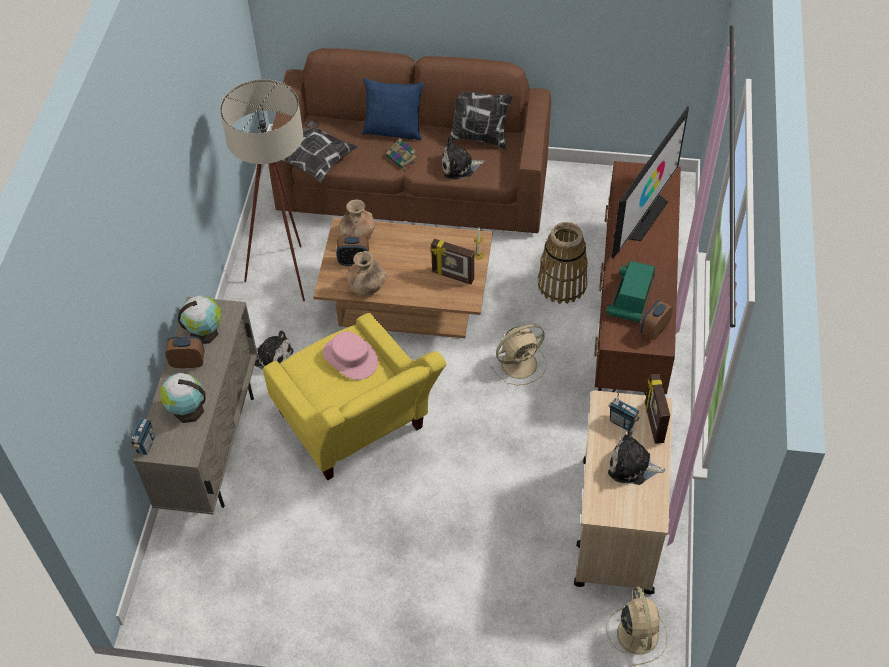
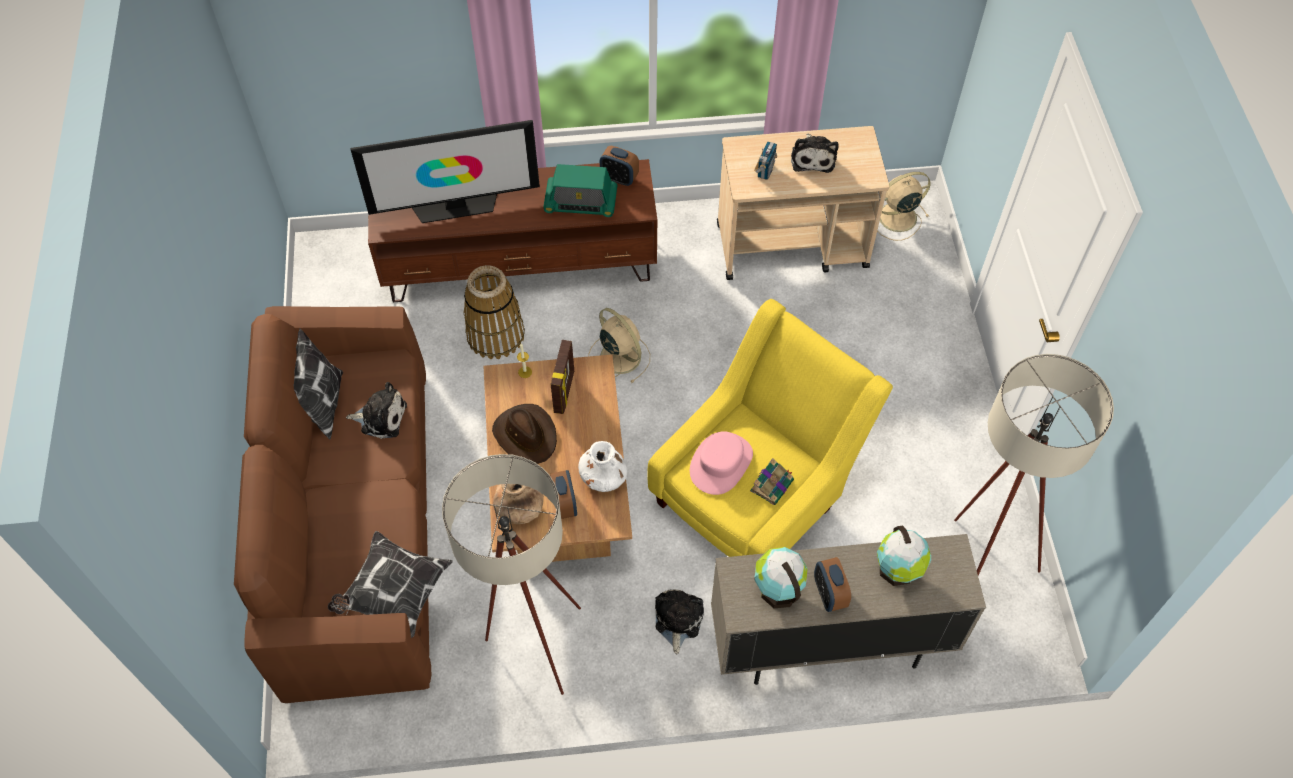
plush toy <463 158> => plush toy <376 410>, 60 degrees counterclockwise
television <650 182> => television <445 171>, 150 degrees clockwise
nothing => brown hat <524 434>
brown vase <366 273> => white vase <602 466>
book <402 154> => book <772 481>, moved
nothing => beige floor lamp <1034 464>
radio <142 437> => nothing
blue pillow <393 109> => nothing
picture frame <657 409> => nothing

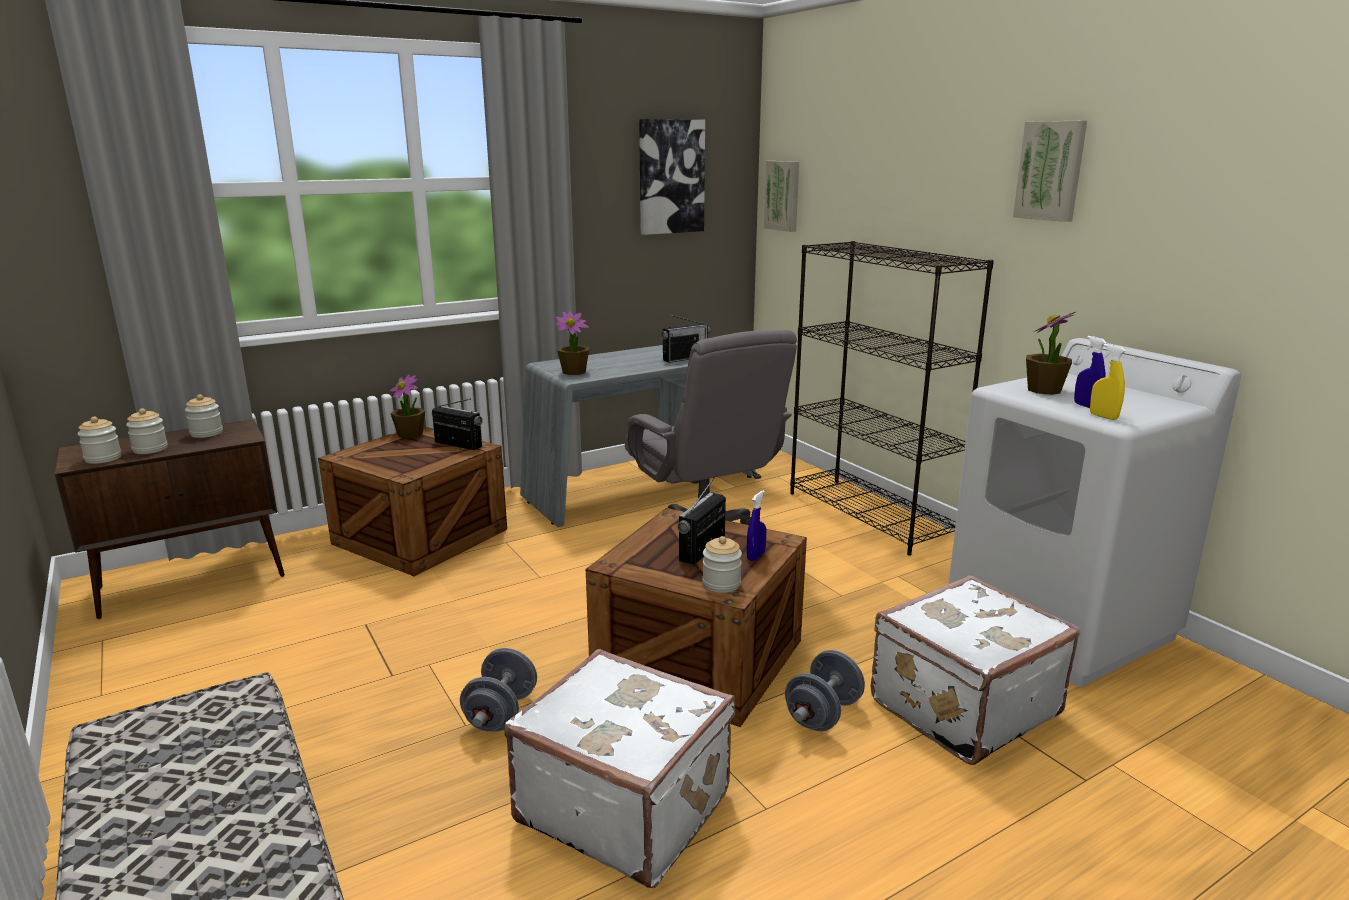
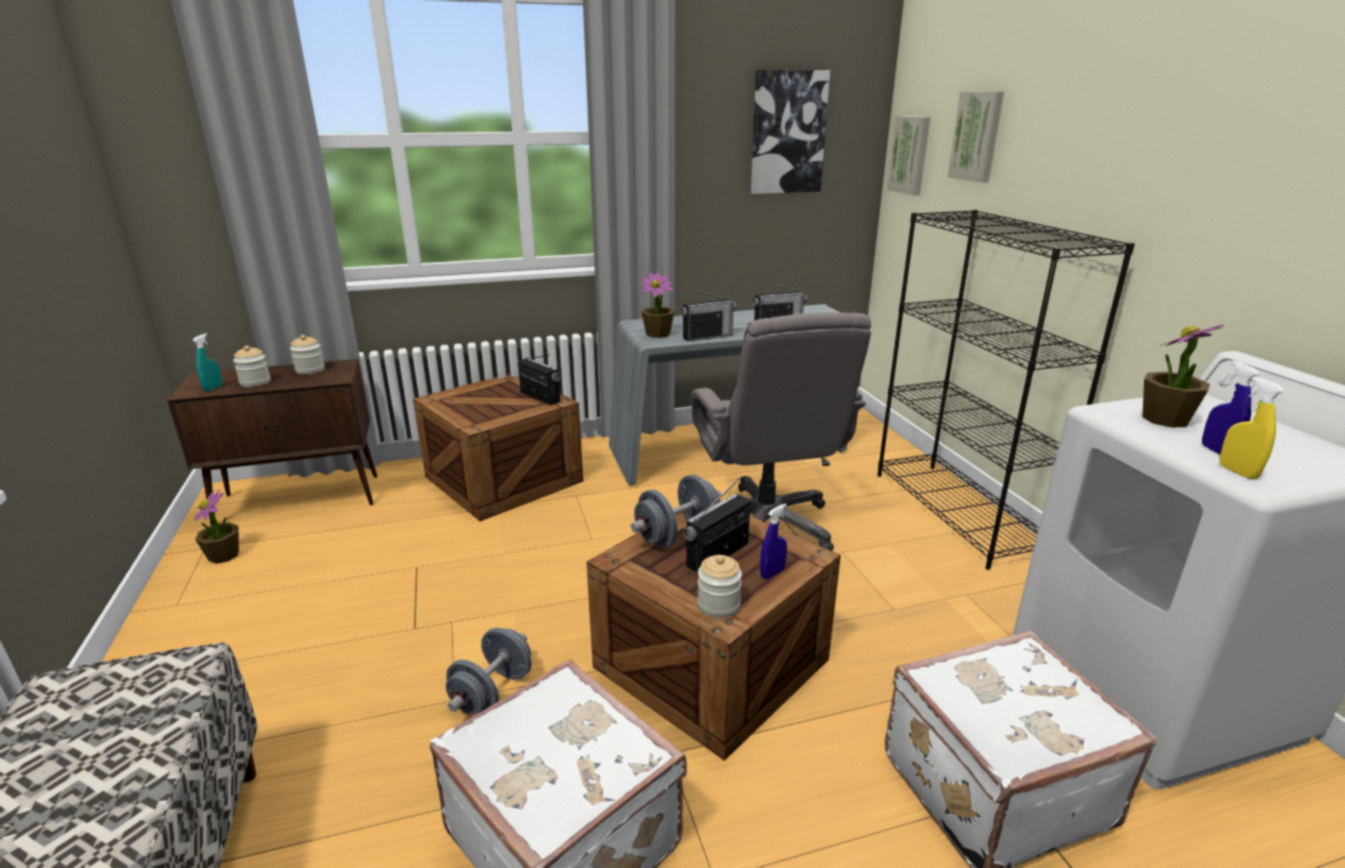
jar <99 440> => turquoise spray bottle <207 362>
potted plant <407 406> => potted plant <216 527>, moved
grey dumbbell <825 690> => grey dumbbell <676 511>, moved
nothing => radio <708 315>
picture <1050 171> => picture <976 137>, moved

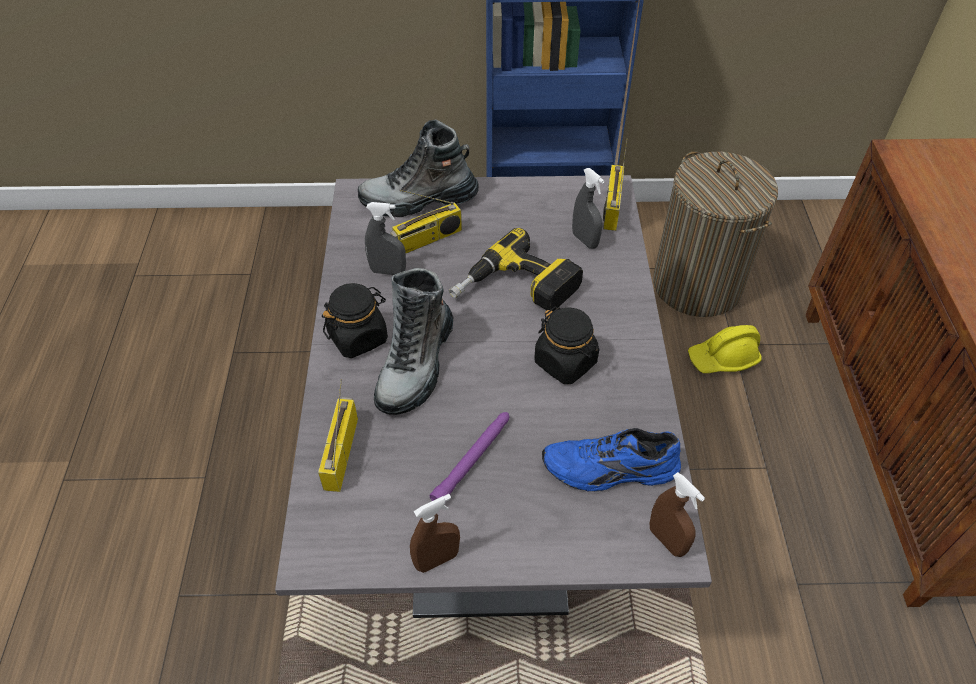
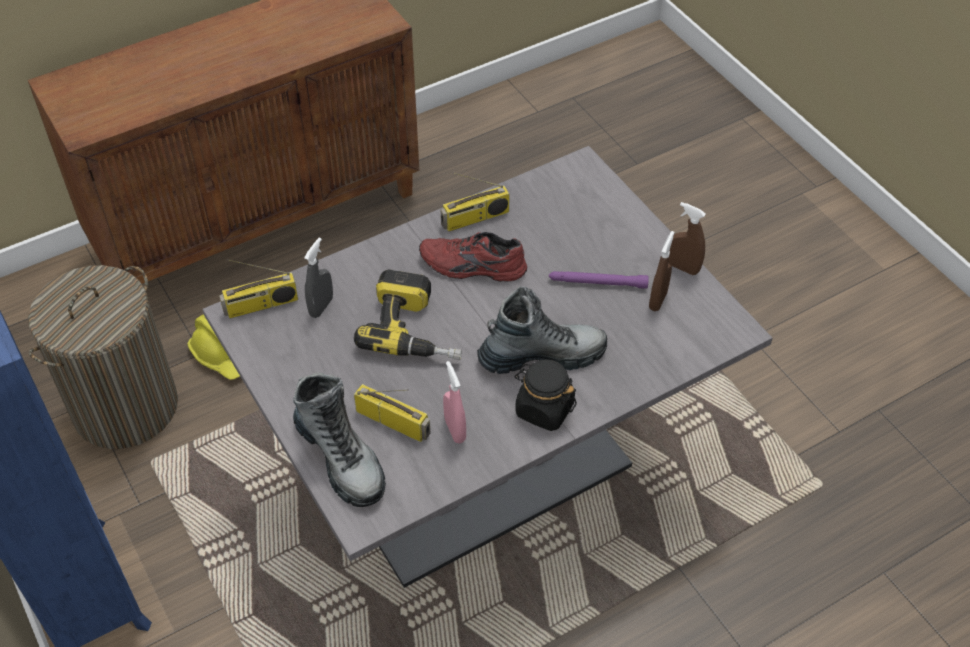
black jar <567 345> => red shoe <473 257>
radio <338 435> => radio <475 202>, moved
grey spray bottle <385 238> => pink spray bottle <454 402>
brown spray bottle <677 514> => brown spray bottle <662 271>, moved
blue shoe <611 460> => nothing

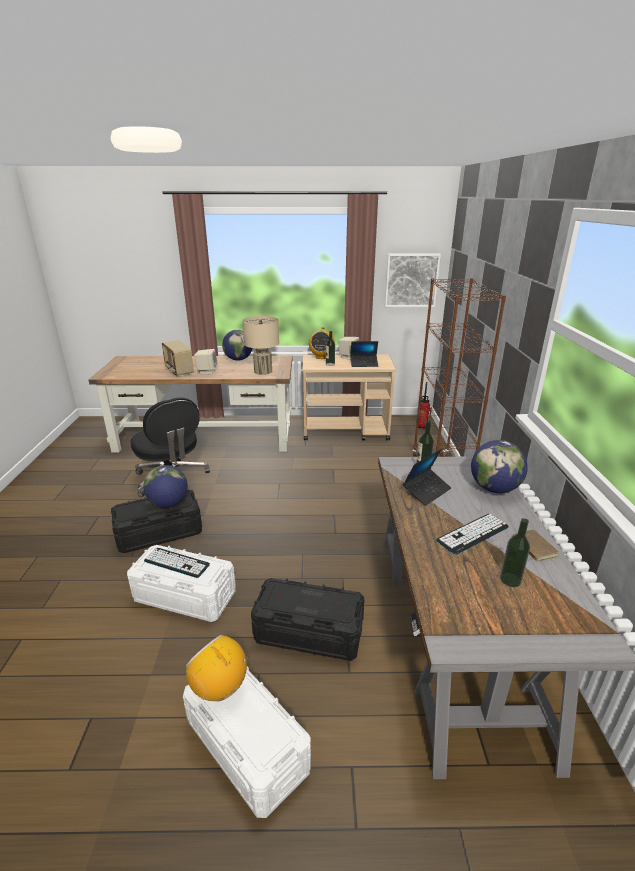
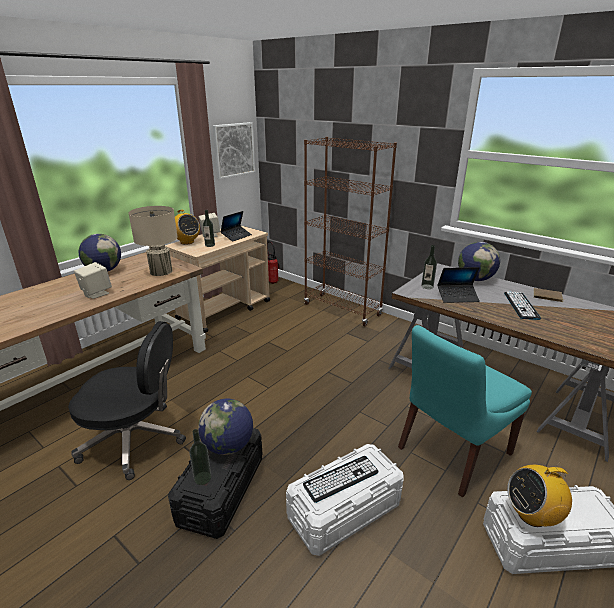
bottle <515 552> => bottle <200 457>, moved
black storage box <308 619> => turquoise chair <465 411>
laptop <427 477> => laptop <458 285>, 90 degrees clockwise
radio <178 358> => nothing

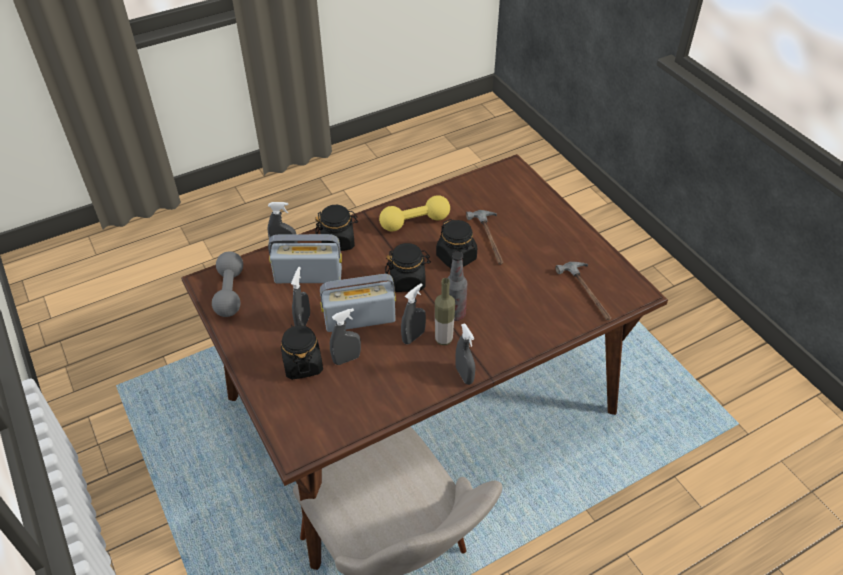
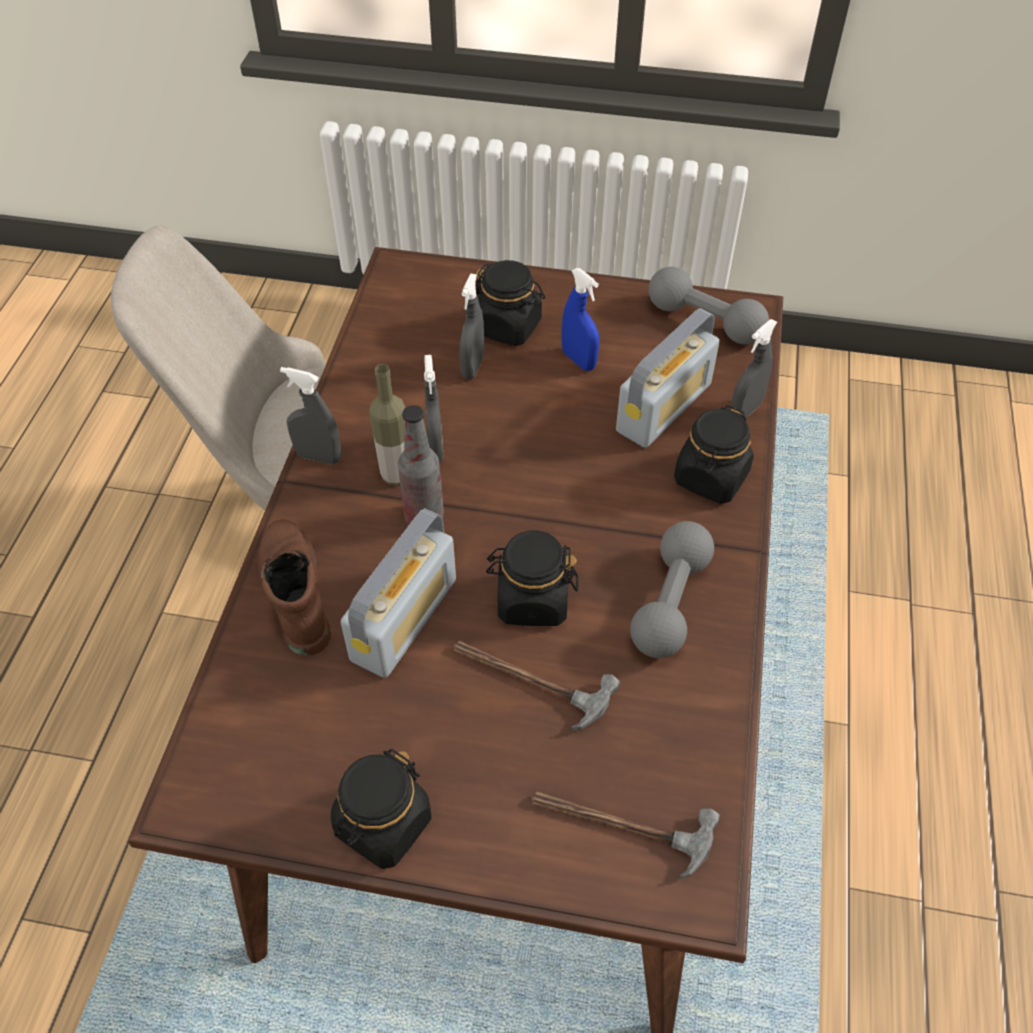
nothing => brown boot <294 587>
black jar <408 267> => black jar <381 809>, moved
radio <358 303> => radio <398 593>, moved
hammer <583 290> => hammer <625 835>, moved
grey spray bottle <300 296> => blue spray bottle <580 319>
yellow dumbbell <414 213> => grey dumbbell <672 589>

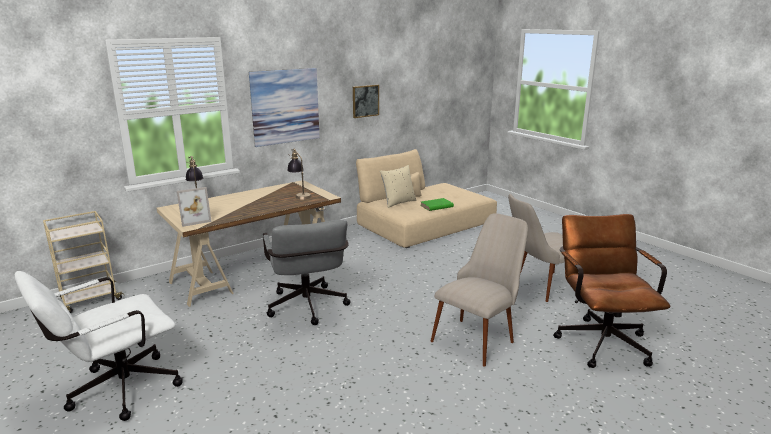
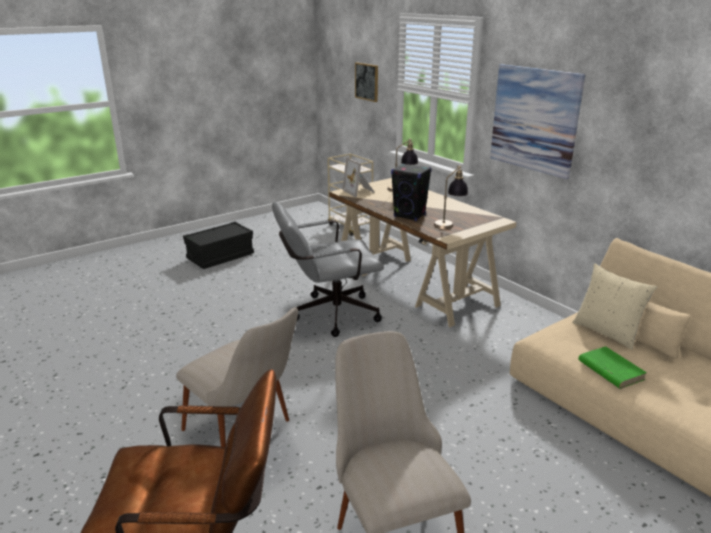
white office chair <99 346> => black storage box <218 245>
picture <366 101> => picture <366 82>, moved
nothing => black speaker <411 192>

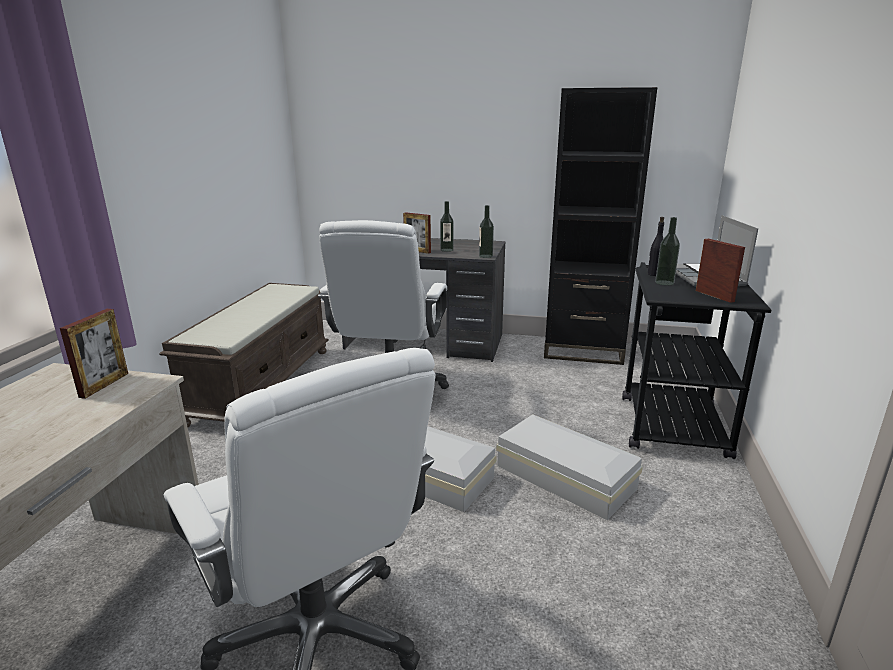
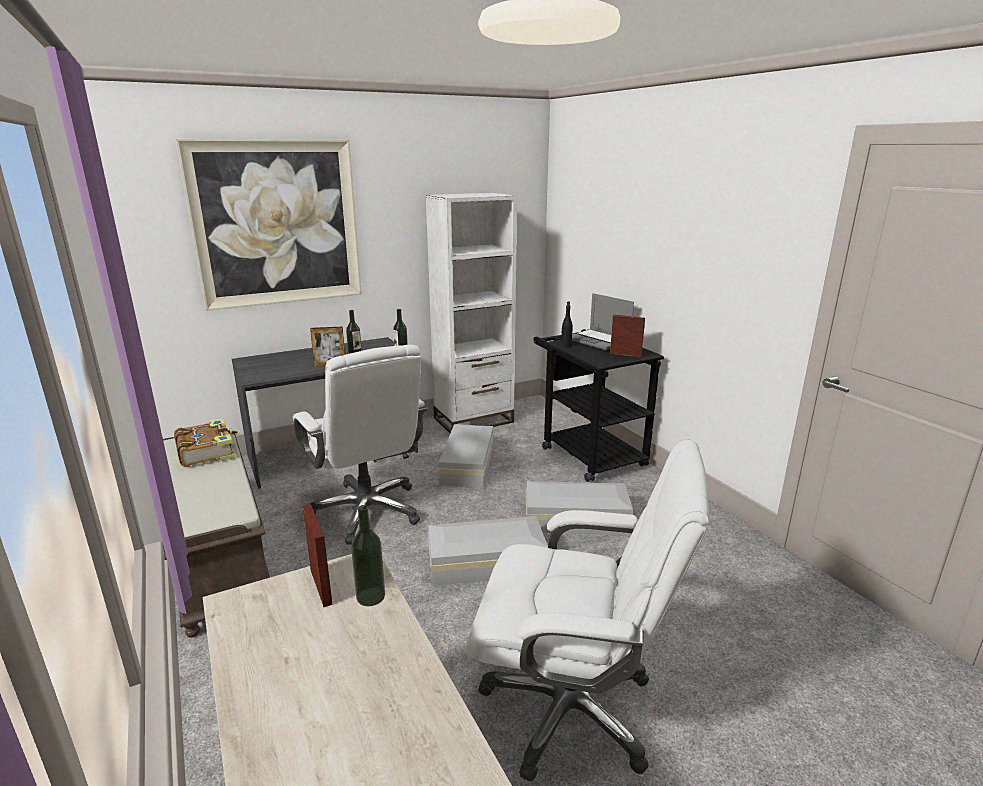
nothing => book <207 442>
nothing => picture <269 225>
bottle <667 251> => bottle <368 555>, moved
black bookcase <600 226> => white bookcase <471 313>
nothing => white storage box <466 456>

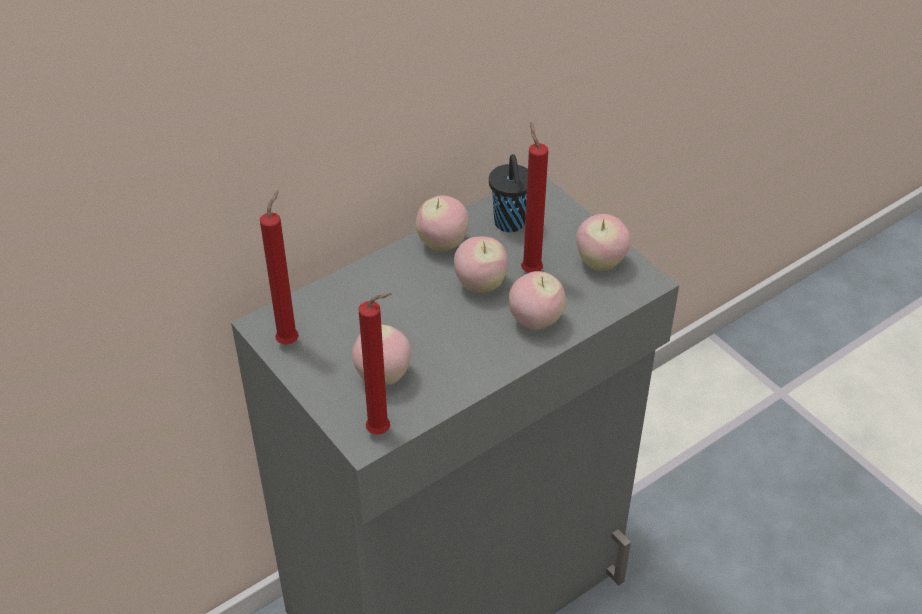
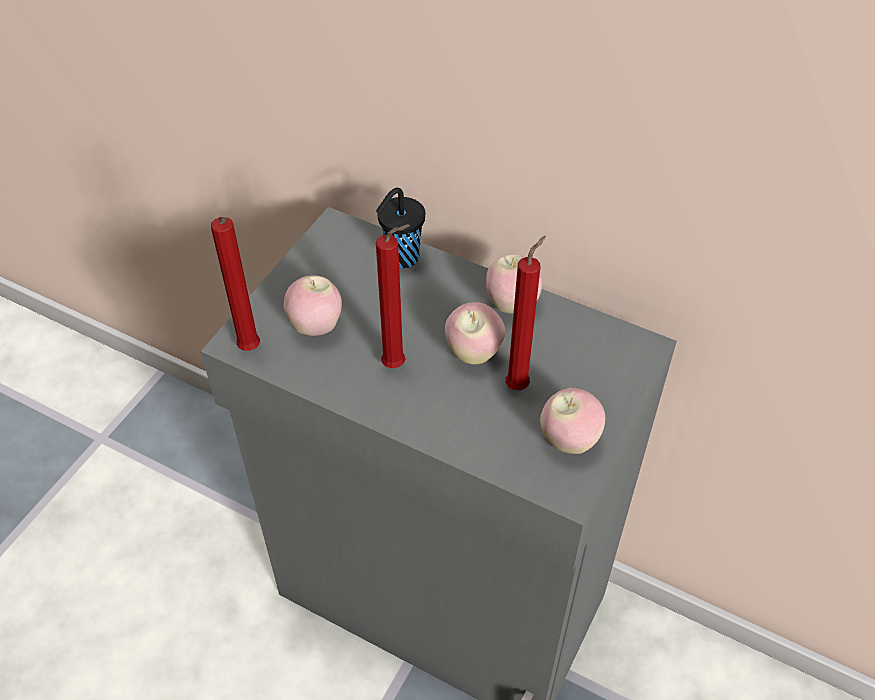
black cup <508 193> => black cup <401 228>, moved
red candle <279 267> => red candle <393 296>, moved
apple <537 300> => nothing

